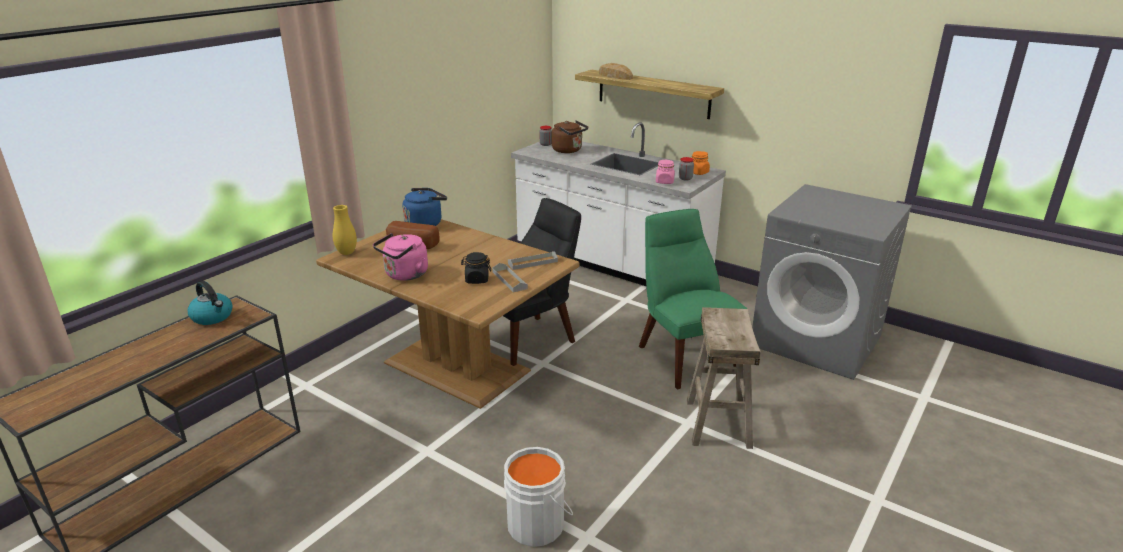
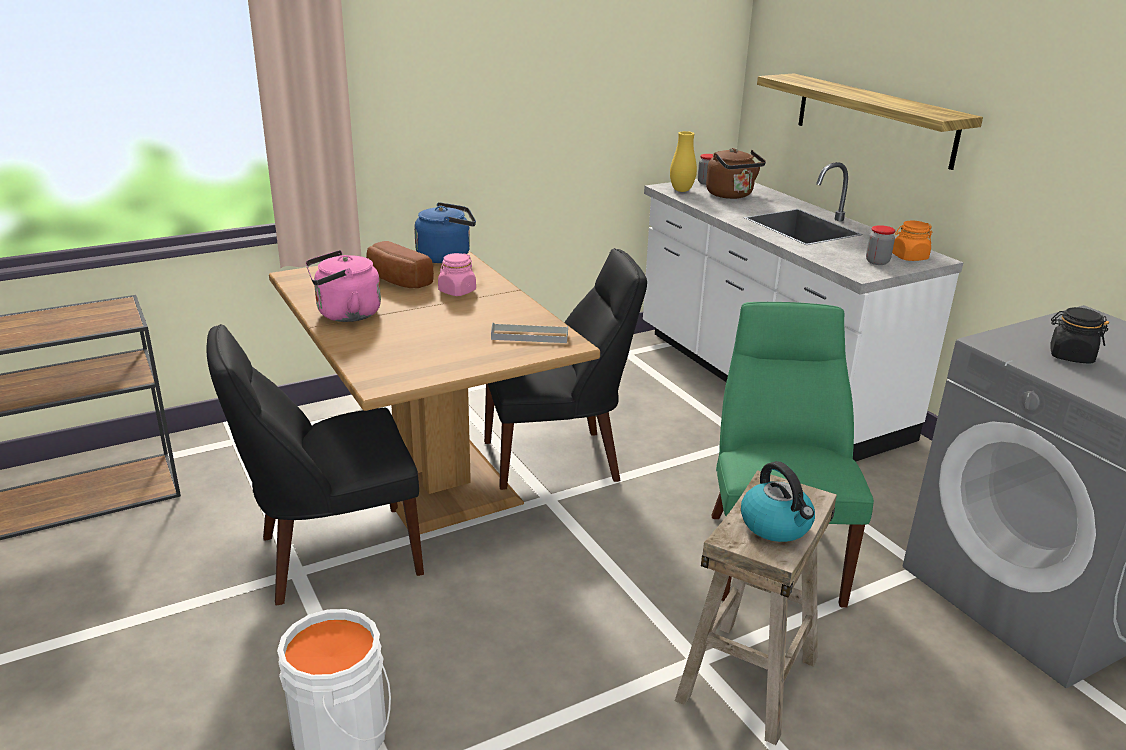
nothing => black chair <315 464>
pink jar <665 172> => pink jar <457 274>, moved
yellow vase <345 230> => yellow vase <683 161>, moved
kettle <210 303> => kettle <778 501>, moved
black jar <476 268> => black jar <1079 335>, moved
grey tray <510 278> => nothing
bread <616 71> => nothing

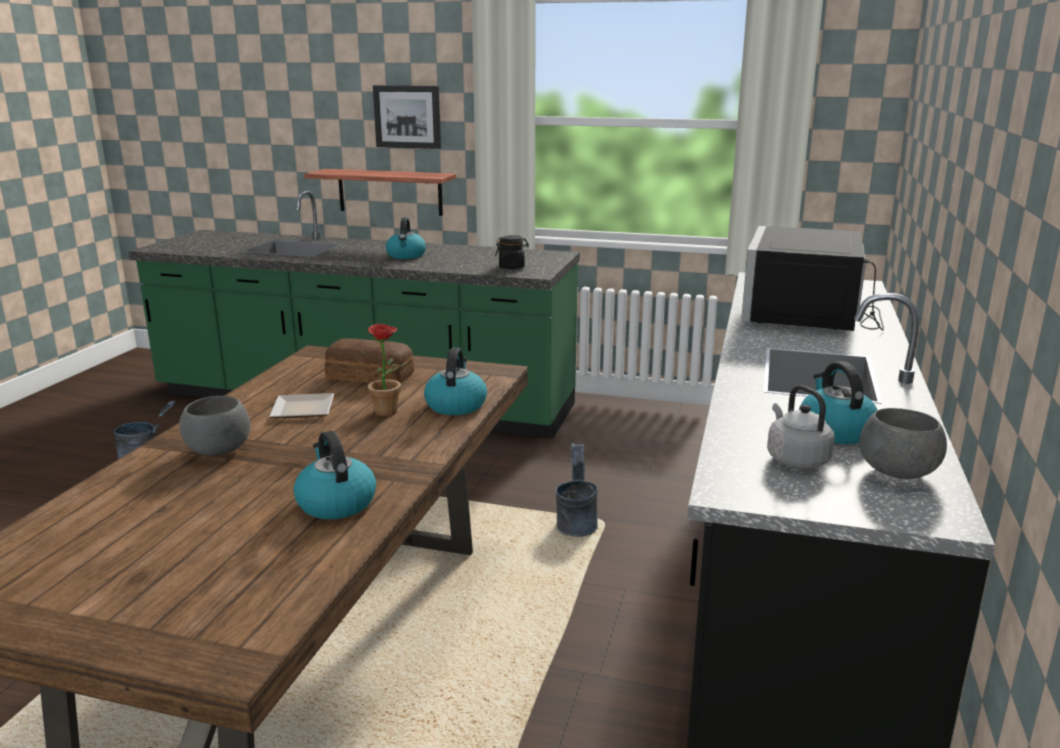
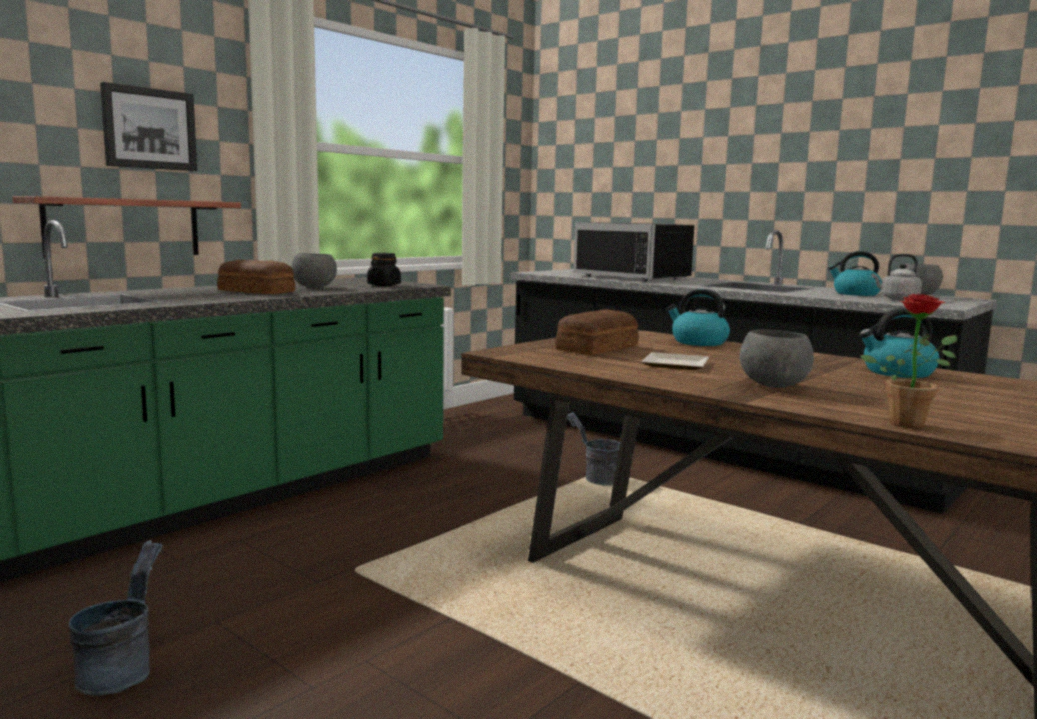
kettle <406 238> => bread <256 277>
nothing => grey bowl <314 270>
potted plant <384 370> => potted plant <908 361>, moved

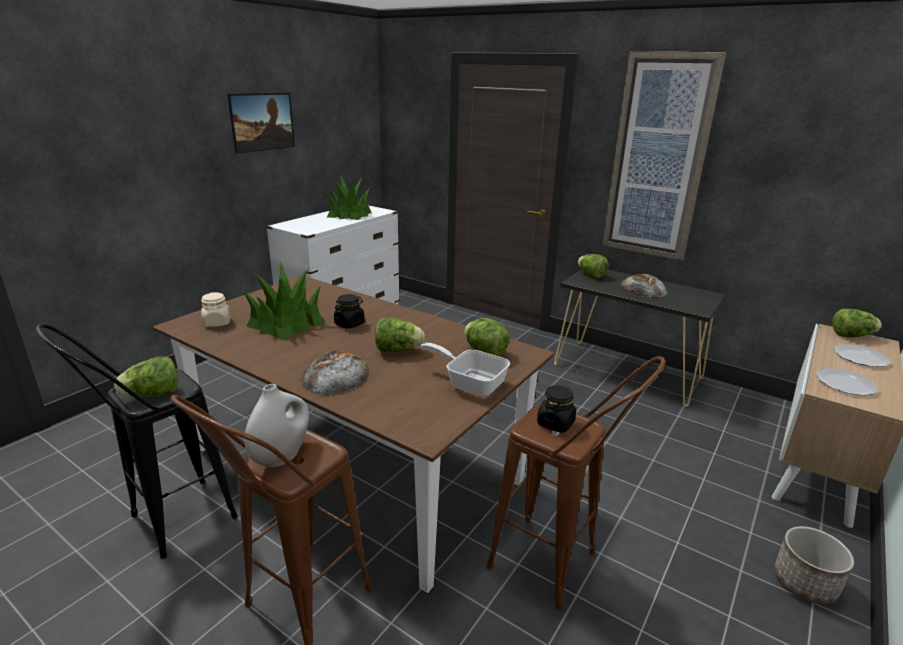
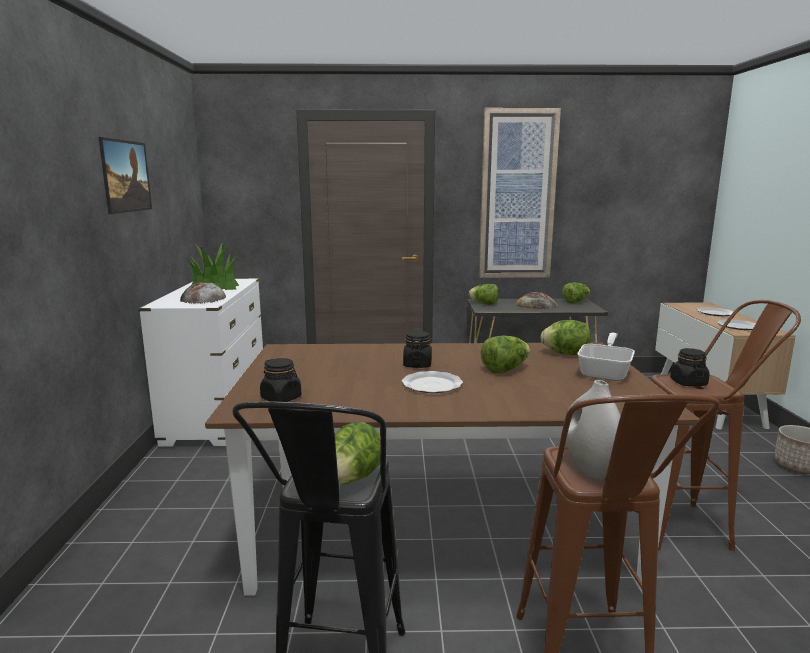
bread <335 373> => bread <203 293>, moved
beige jar <215 309> => black jar <280 380>
nothing => plate <432 382>
lettuce <857 323> => lettuce <576 292>, moved
frying pan <465 370> => frying pan <606 357>, 120 degrees clockwise
potted plant <283 300> => nothing

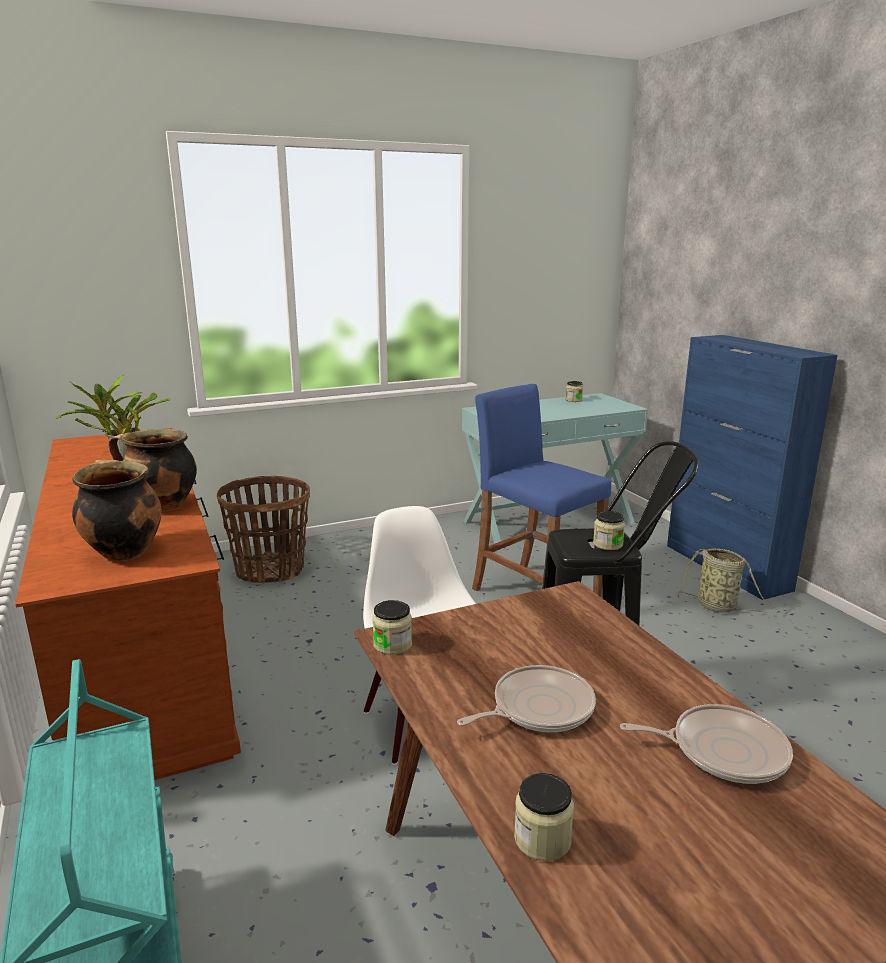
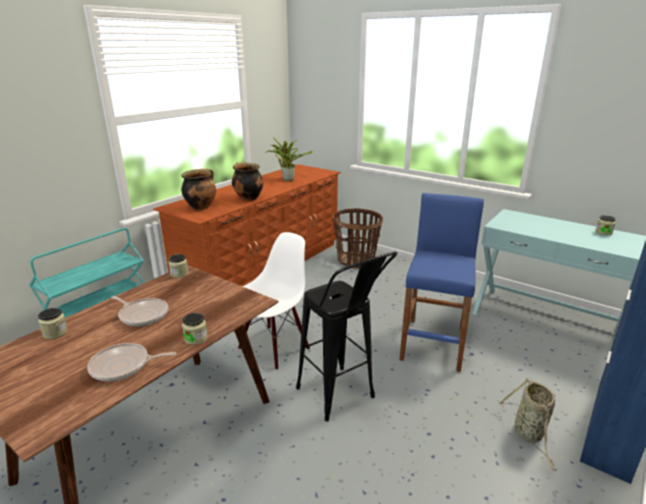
frying pan <706 744> => frying pan <131 362>, 105 degrees clockwise
jar <609 530> => jar <195 329>, moved

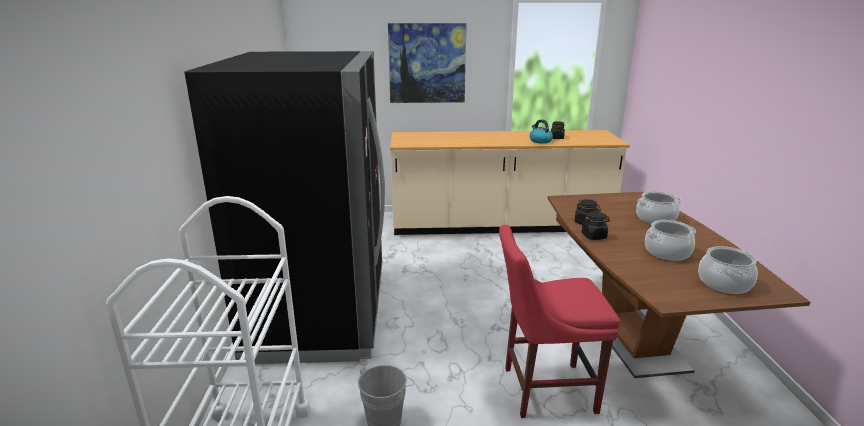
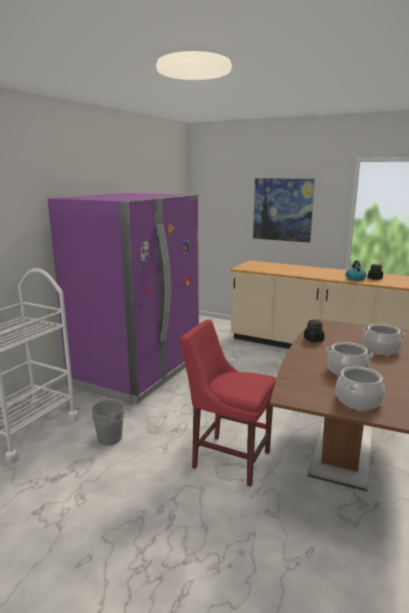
black fridge <284 207> => purple fridge <123 298>
black jar <596 225> => nothing

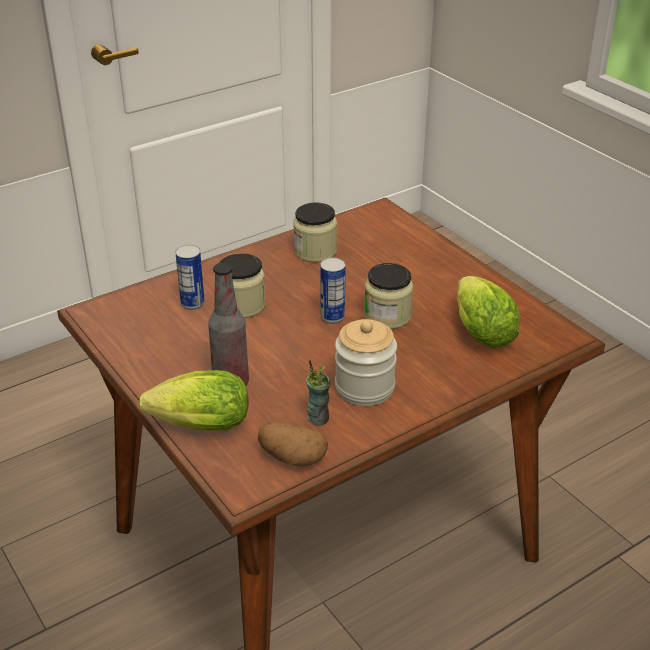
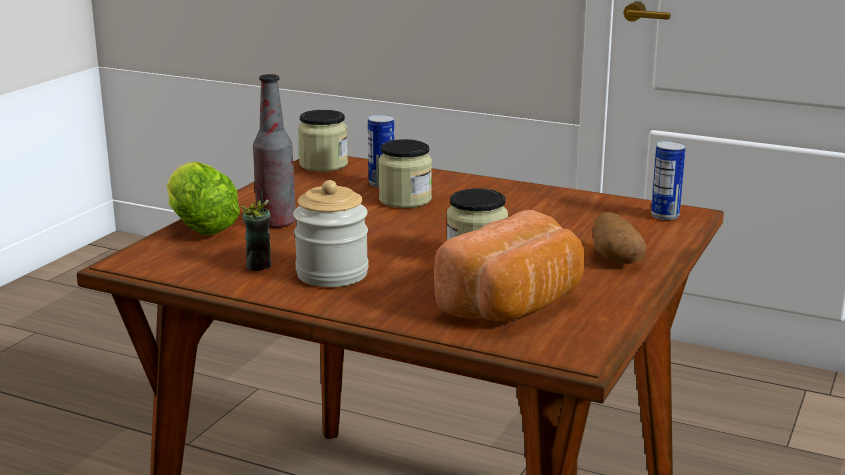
jar <315 232> => jar <323 141>, moved
lettuce <488 312> => bread <509 265>
potato <293 444> => potato <619 238>, moved
can <333 291> => can <668 180>, moved

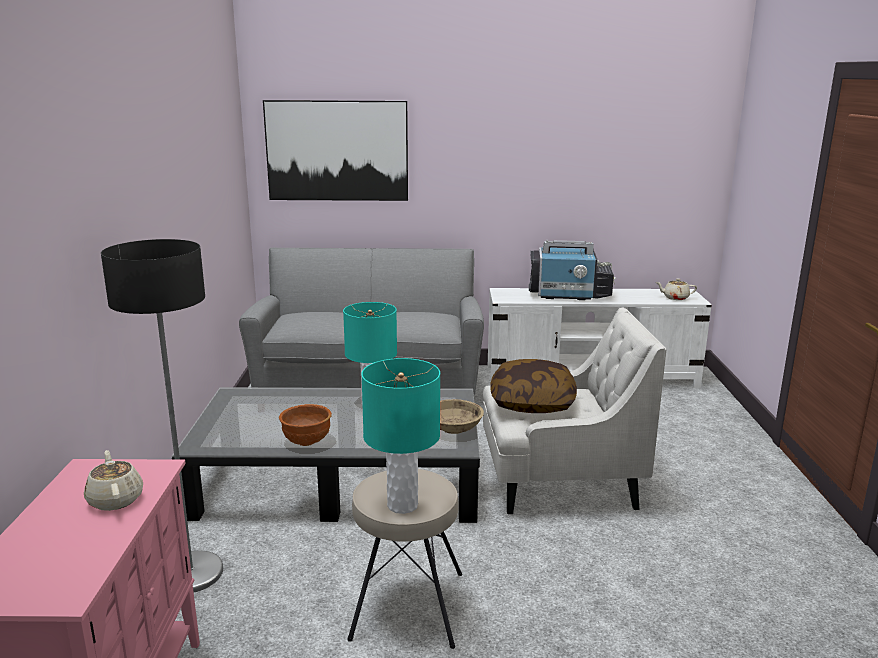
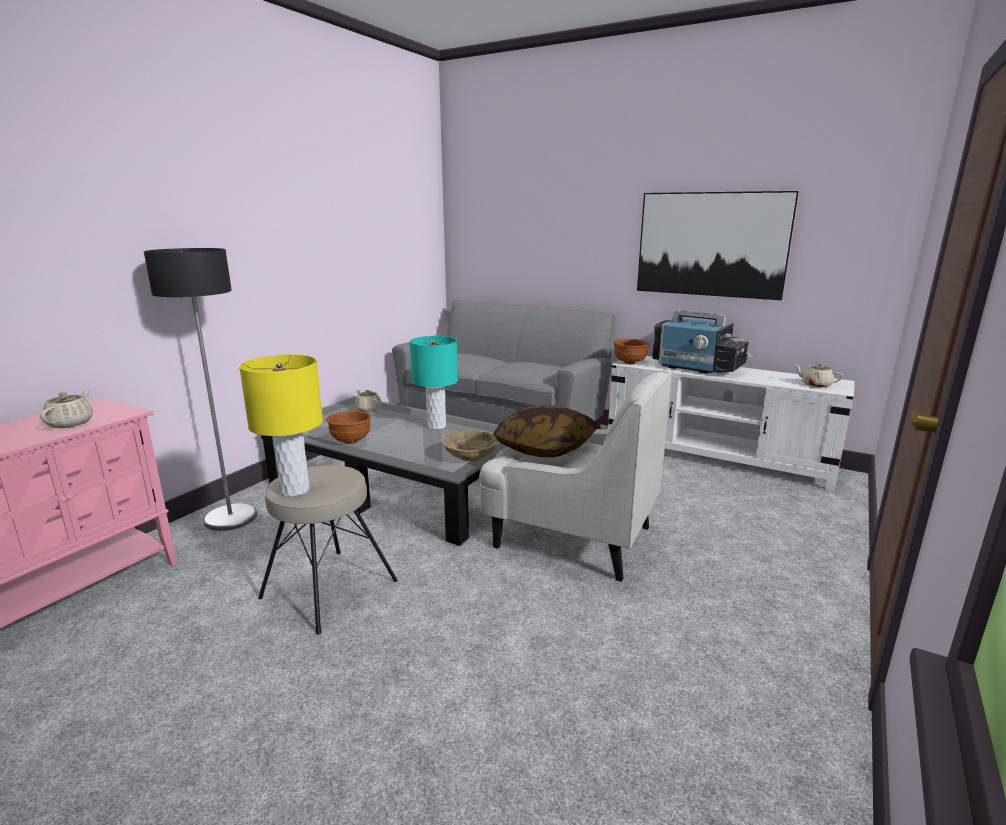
turquoise table lamp <400 436> => yellow table lamp <281 425>
nothing => beige teapot <368 400>
nothing => brown bowl <631 351>
picture <335 150> => picture <718 245>, moved

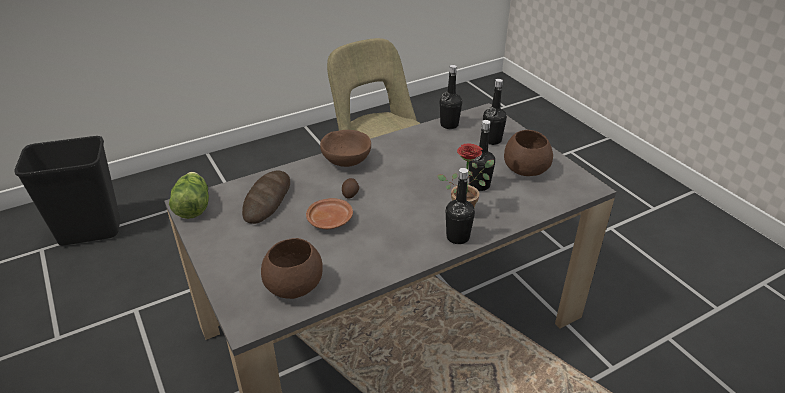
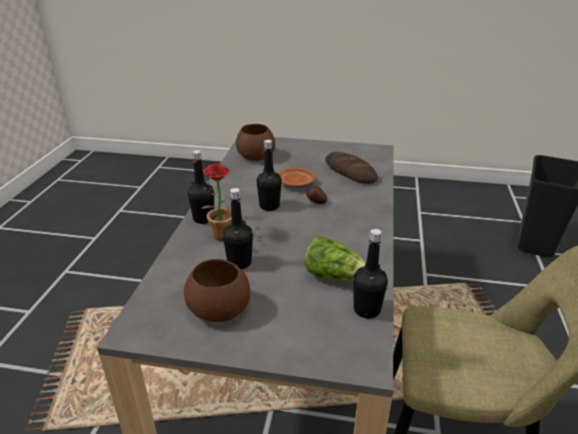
black bottle <495 112> => black bottle <269 175>, moved
lettuce <189 195> => lettuce <335 258>, moved
brown bowl <345 148> => nothing

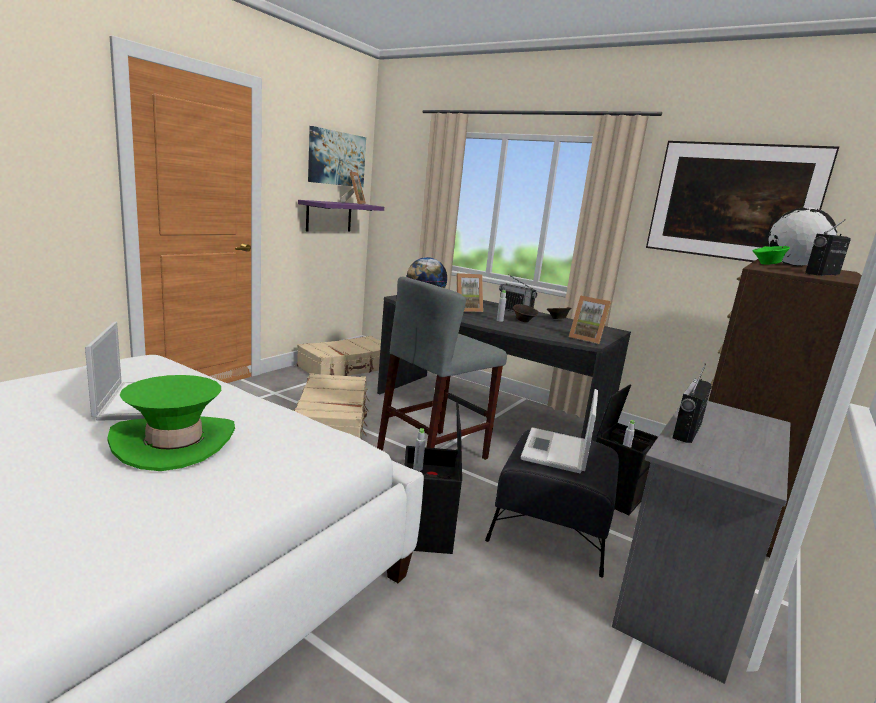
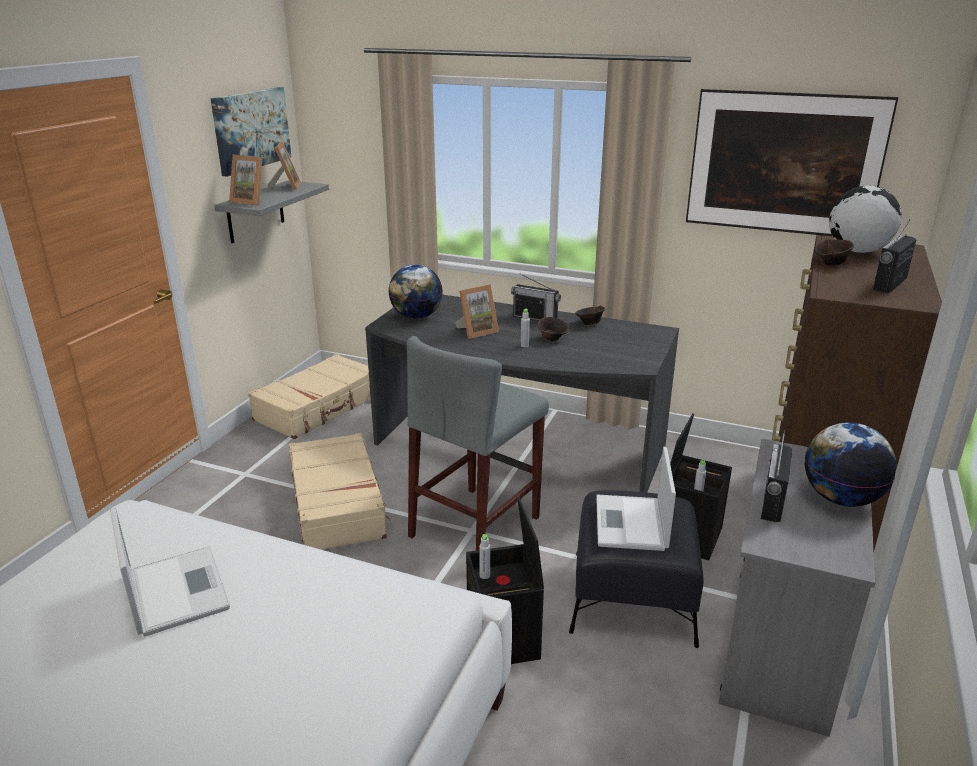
purple shelf <341 215> => grey shelf <271 211>
picture frame <590 320> => picture frame <246 180>, moved
nothing => globe <851 465>
green bowl <771 255> => brown bowl <834 253>
green hat <171 423> => nothing

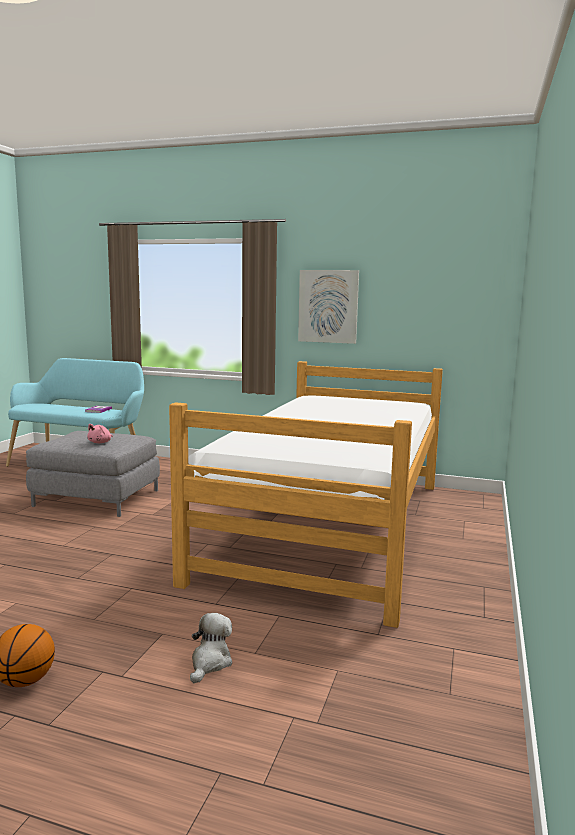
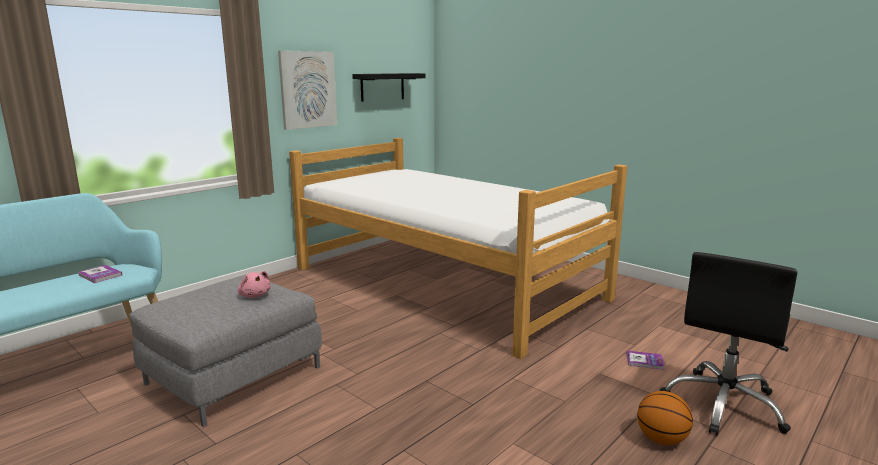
nothing => black shelf <388 87>
plush toy <211 648> => book <646 360>
nothing => black office chair <728 343>

